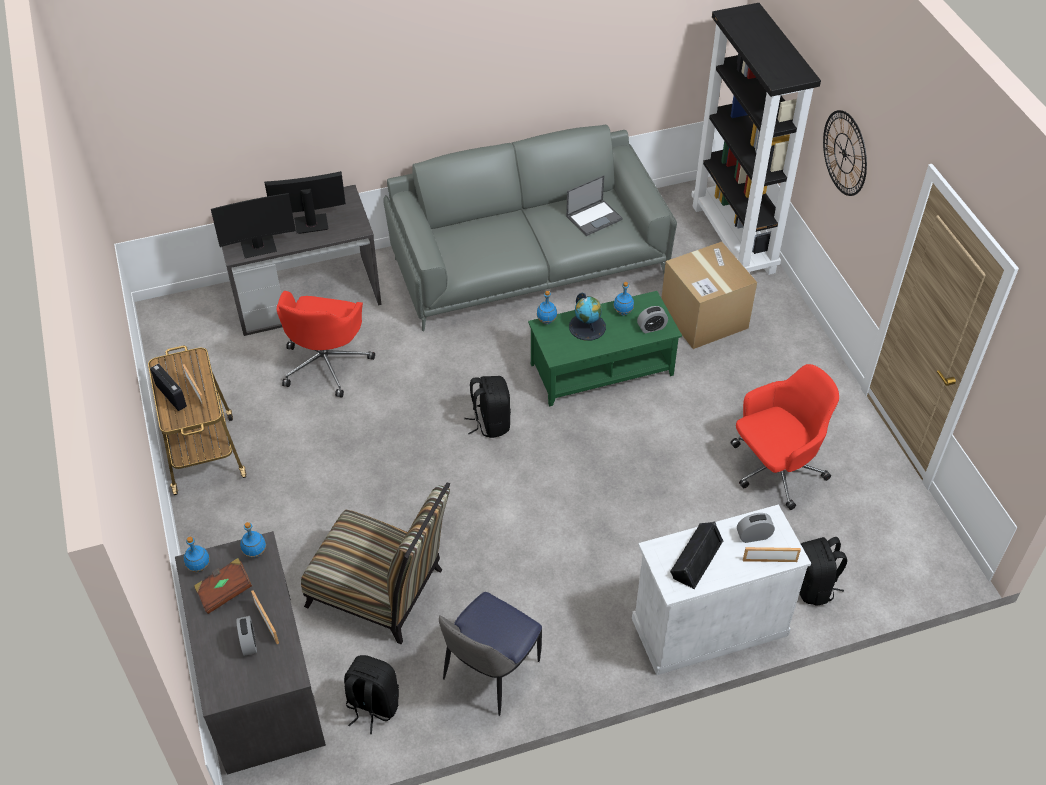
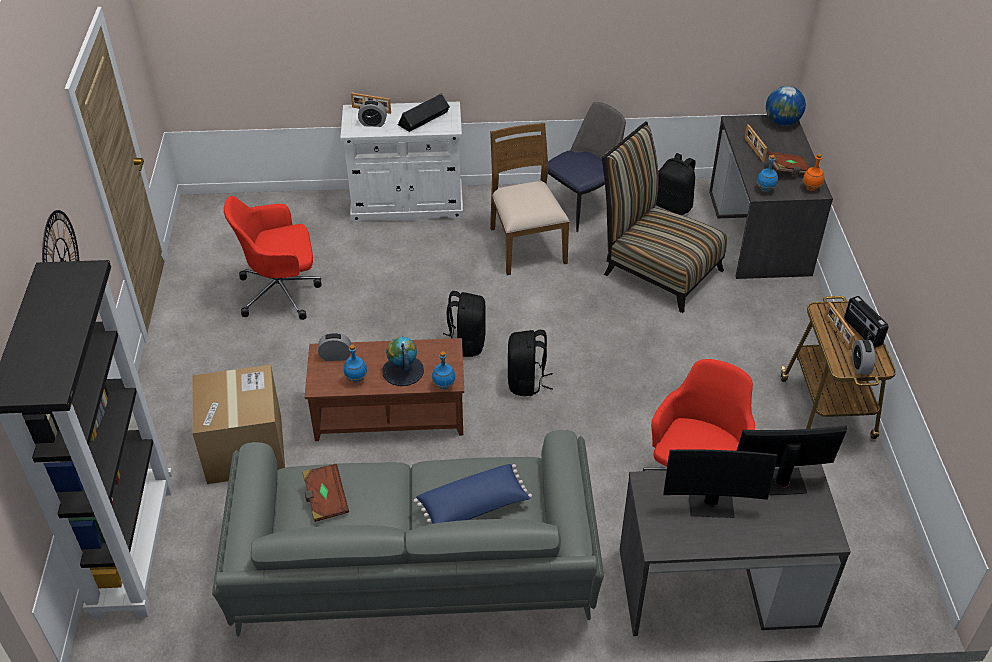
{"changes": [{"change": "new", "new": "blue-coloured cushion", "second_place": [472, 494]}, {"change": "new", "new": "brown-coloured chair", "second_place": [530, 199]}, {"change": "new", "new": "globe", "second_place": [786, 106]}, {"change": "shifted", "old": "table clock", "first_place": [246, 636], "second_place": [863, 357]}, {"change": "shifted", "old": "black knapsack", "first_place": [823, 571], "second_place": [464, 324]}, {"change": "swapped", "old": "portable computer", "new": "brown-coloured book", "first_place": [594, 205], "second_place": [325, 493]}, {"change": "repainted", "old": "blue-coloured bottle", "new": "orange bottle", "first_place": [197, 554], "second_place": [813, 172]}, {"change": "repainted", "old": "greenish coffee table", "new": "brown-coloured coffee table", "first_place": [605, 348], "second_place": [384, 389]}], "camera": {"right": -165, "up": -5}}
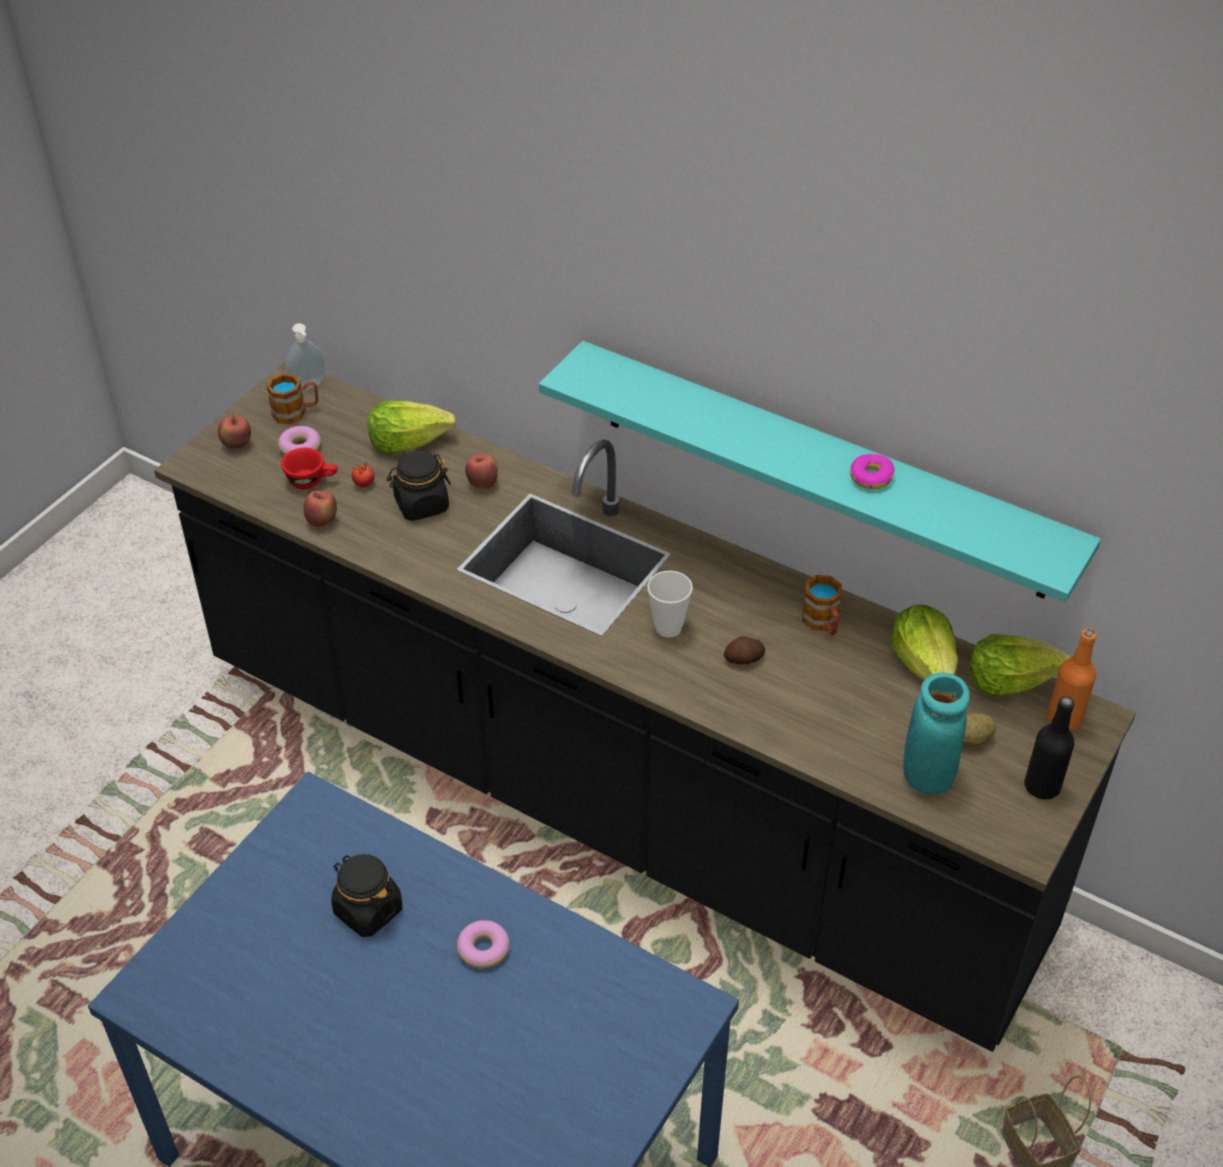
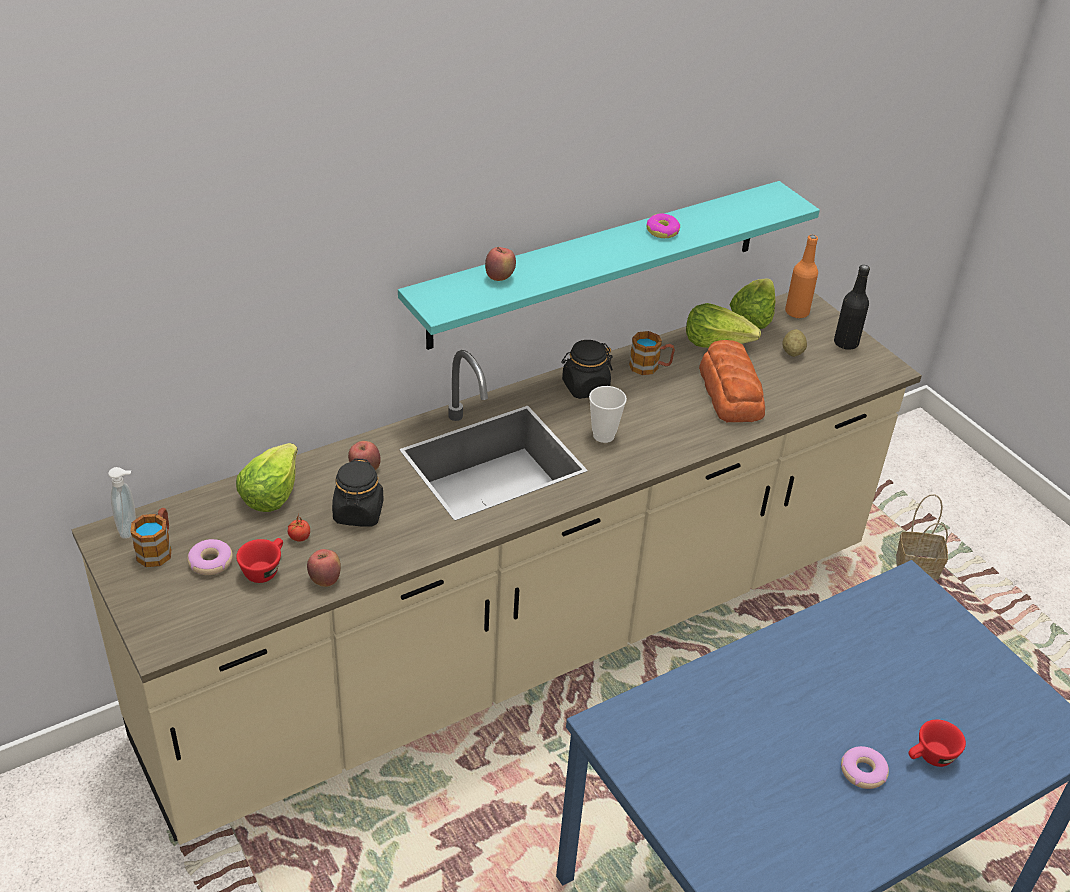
{"changes": [{"change": "gone", "old": "potato", "first_place": [744, 650]}, {"change": "gone", "old": "blue-green decorative vase", "first_place": [936, 733]}, {"change": "new", "new": "bakery bread", "second_place": [732, 381]}, {"change": "new", "new": "red cup", "second_place": [937, 743]}, {"change": "shifted", "old": "apple fruit", "first_place": [234, 432], "second_place": [500, 264]}, {"change": "shifted", "old": "black storage jar", "first_place": [366, 895], "second_place": [587, 369]}, {"change": "shifted", "old": "doughnut", "first_place": [483, 944], "second_place": [865, 767]}, {"change": "repainted", "old": "black counter", "new": "sand-coloured counter", "first_place": [645, 706], "second_place": [496, 568]}], "camera": {"right": -65, "up": -5}}
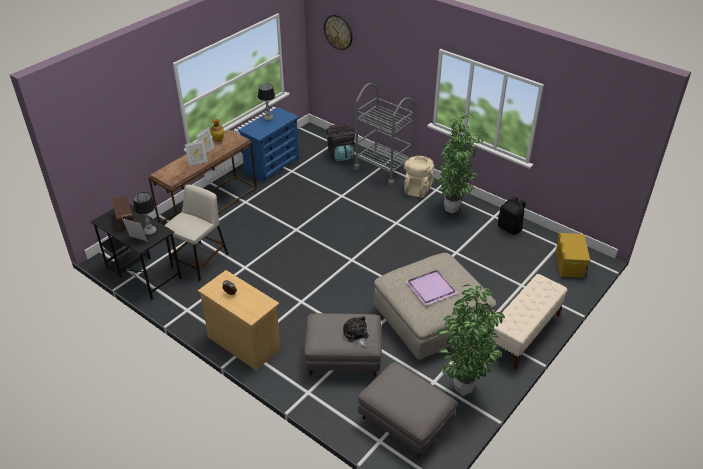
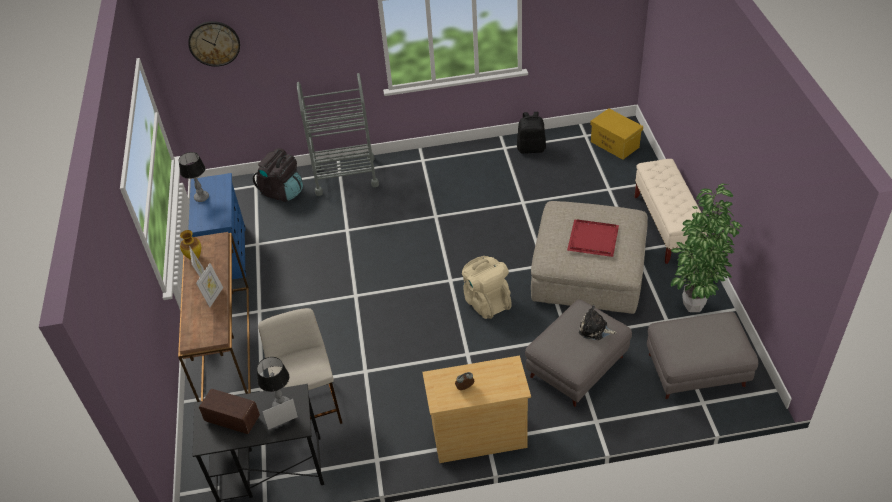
{"changes": [{"change": "gone", "old": "potted plant", "first_place": [460, 162]}, {"change": "shifted", "old": "sand-coloured knapsack", "first_place": [419, 177], "second_place": [487, 287]}, {"change": "repainted", "old": "purple serving tray", "new": "red serving tray", "first_place": [431, 288], "second_place": [593, 238]}], "camera": {"right": -45, "up": 5}}
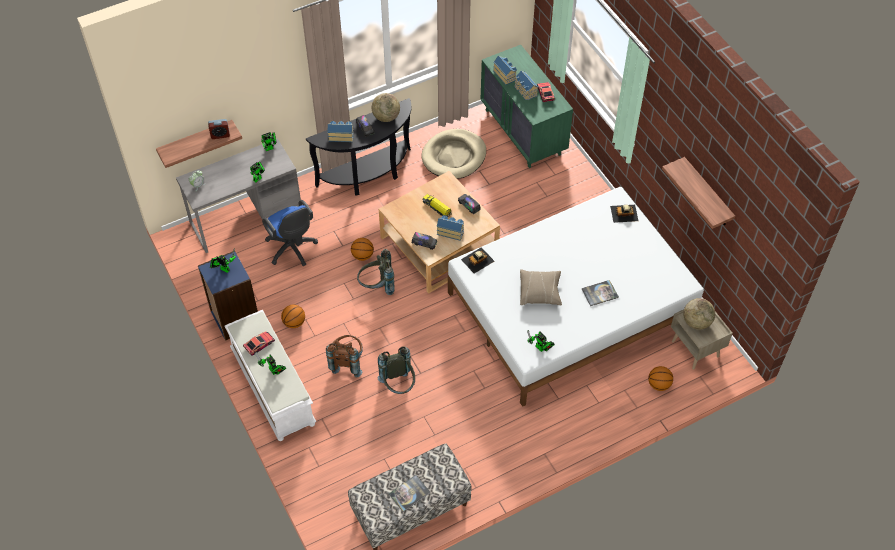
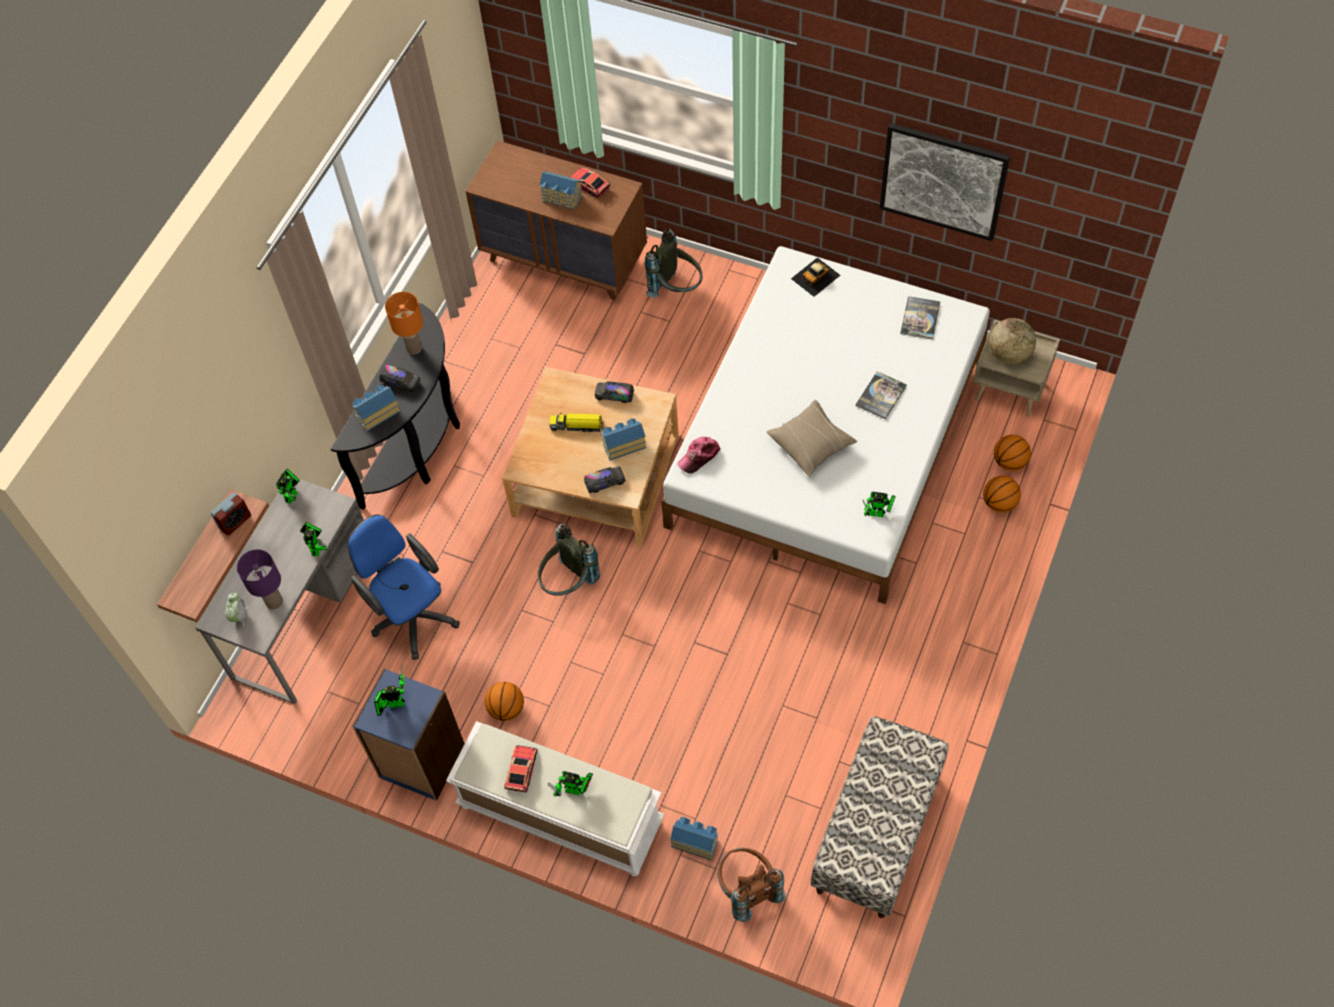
{"changes": [{"change": "gone", "old": "sand-coloured dog cushion", "first_place": [453, 154]}, {"change": "new", "new": "purple tabletop lamp", "second_place": [260, 579]}, {"change": "shifted", "old": "brown-coloured knapsack", "first_place": [344, 356], "second_place": [751, 885]}, {"change": "shifted", "old": "basketball", "first_place": [362, 249], "second_place": [1002, 494]}, {"change": "shifted", "old": "grey knapsack", "first_place": [396, 370], "second_place": [673, 263]}, {"change": "shifted", "old": "book", "first_place": [409, 493], "second_place": [920, 317]}, {"change": "shifted", "old": "miniature house", "first_place": [505, 70], "second_place": [694, 838]}, {"change": "swapped", "old": "globe", "new": "orange tabletop lamp", "first_place": [386, 107], "second_place": [404, 323]}, {"change": "swapped", "old": "toy car", "new": "baseball cap", "first_place": [477, 260], "second_place": [698, 455]}, {"change": "swapped", "old": "shelf", "new": "wall art", "first_place": [698, 193], "second_place": [944, 182]}, {"change": "repainted", "old": "greenish drawer chest", "new": "brown-coloured drawer chest", "first_place": [526, 106], "second_place": [556, 220]}, {"change": "rotated", "old": "blue-coloured office chair", "first_place": [290, 233], "second_place": [404, 587], "degrees": -150}], "camera": {"right": -35, "up": 5}}
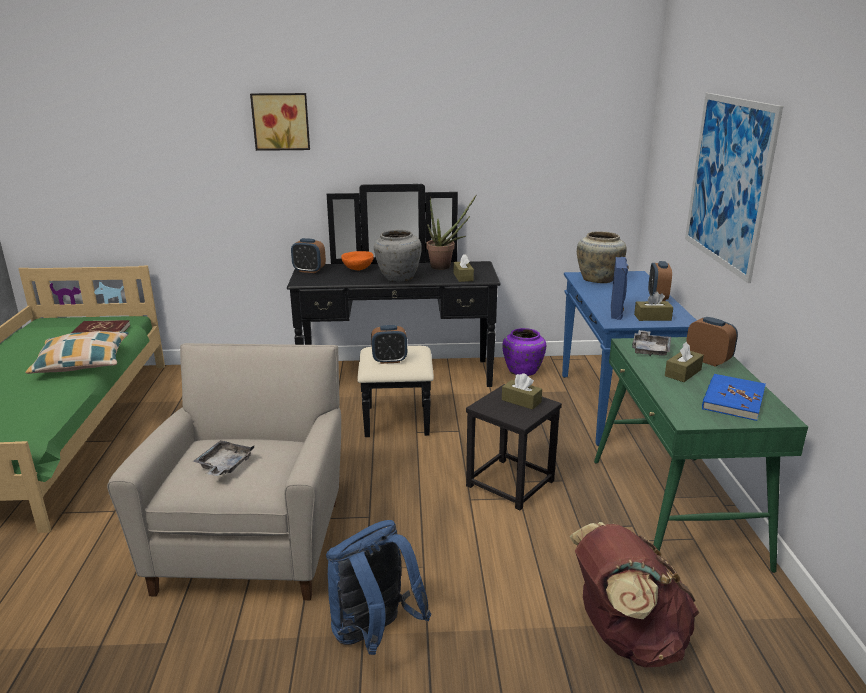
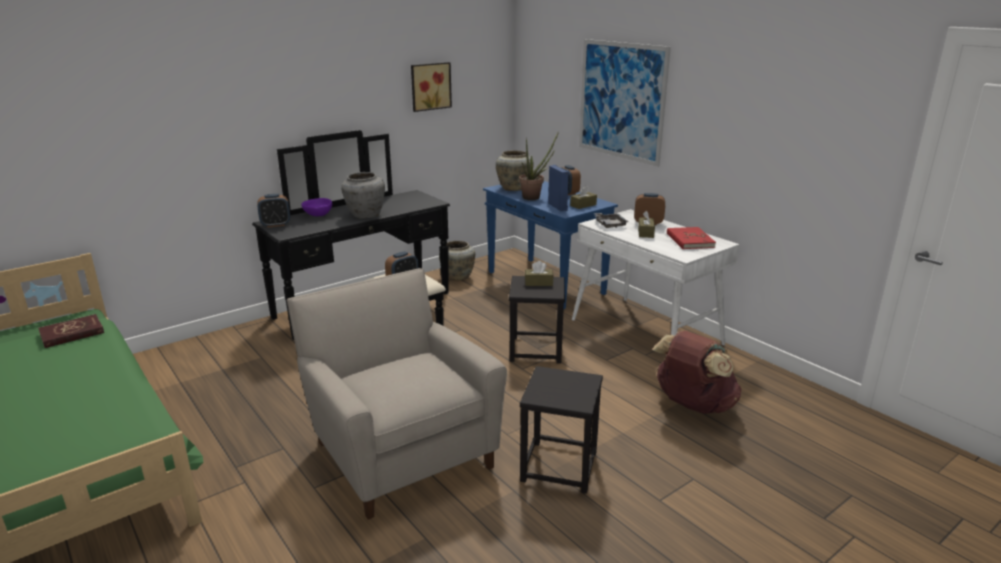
{"changes": [{"change": "gone", "old": "cushion", "first_place": [77, 352]}, {"change": "gone", "old": "grey serving tray", "first_place": [223, 458]}, {"change": "gone", "old": "brown-coloured box of tissues", "first_place": [463, 268]}, {"change": "shifted", "old": "wall art", "first_place": [280, 122], "second_place": [431, 87]}, {"change": "shifted", "old": "potted plant", "first_place": [451, 232], "second_place": [539, 165]}, {"change": "swapped", "old": "blue-coloured knapsack", "new": "black sitting stool", "first_place": [378, 587], "second_place": [561, 430]}, {"change": "repainted", "old": "orange bowl", "new": "purple bowl", "first_place": [357, 260], "second_place": [316, 207]}, {"change": "repainted", "old": "purple decorative vase", "new": "sand-coloured decorative vase", "first_place": [524, 352], "second_place": [457, 260]}, {"change": "repainted", "old": "greenish desk table", "new": "whitish desk table", "first_place": [701, 455], "second_place": [656, 277]}, {"change": "repainted", "old": "blue-coloured book", "new": "red book", "first_place": [734, 397], "second_place": [691, 238]}], "camera": {"right": -35, "up": 0}}
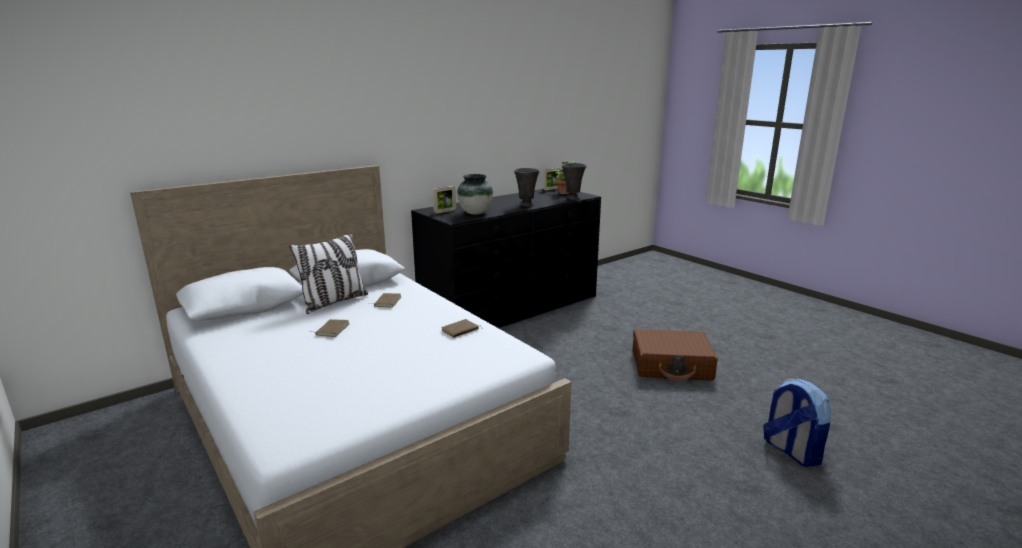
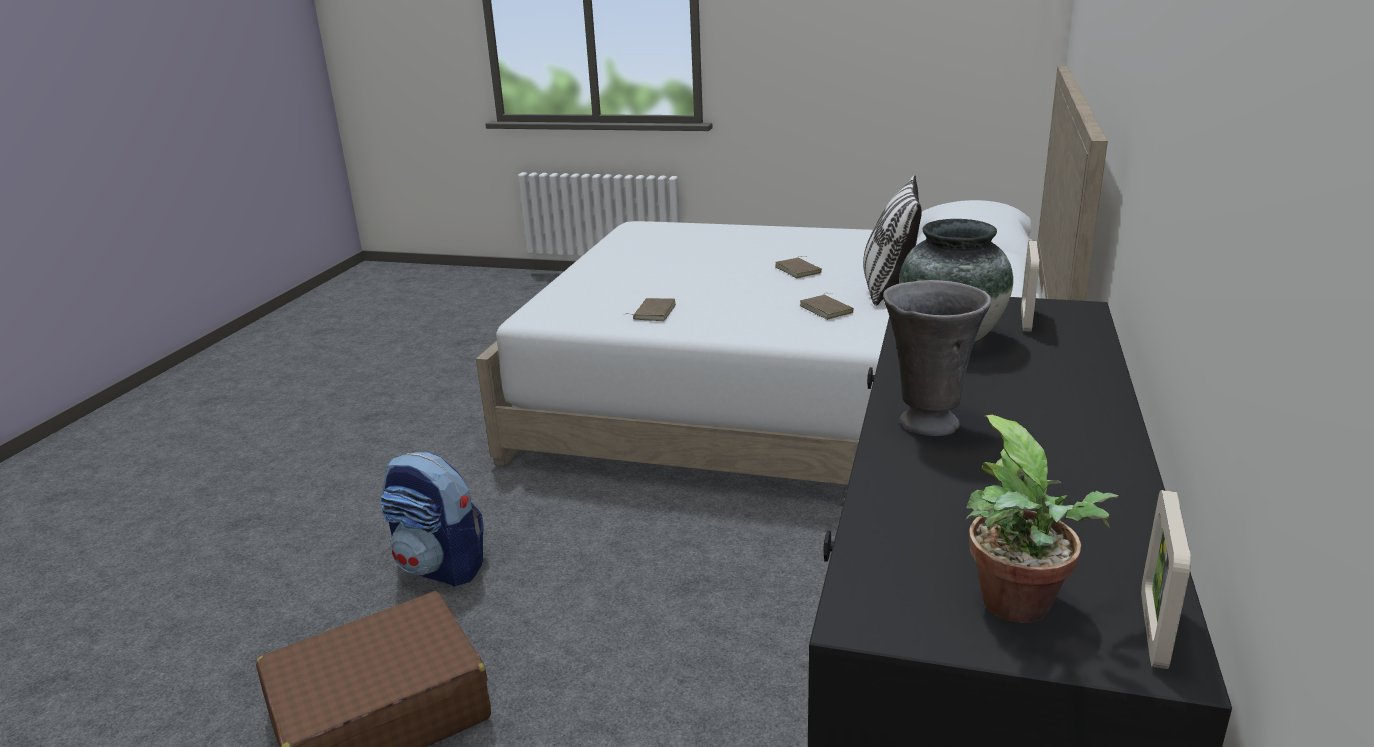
{"changes": [{"change": "gone", "old": "grey decorative vase", "first_place": [574, 181]}, {"change": "shifted", "old": "knapsack", "first_place": [797, 423], "second_place": [432, 519]}], "camera": {"right": 145, "up": 5}}
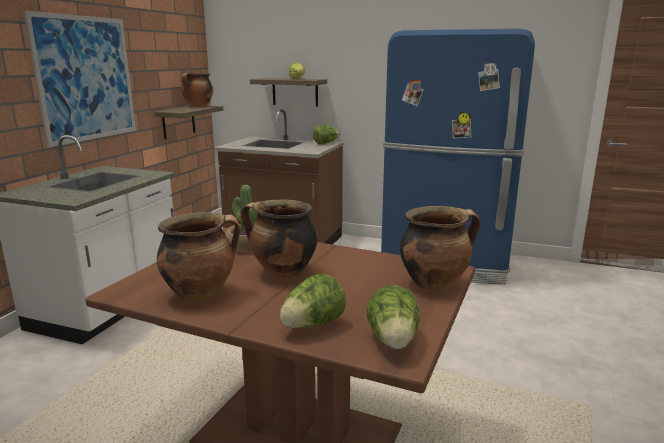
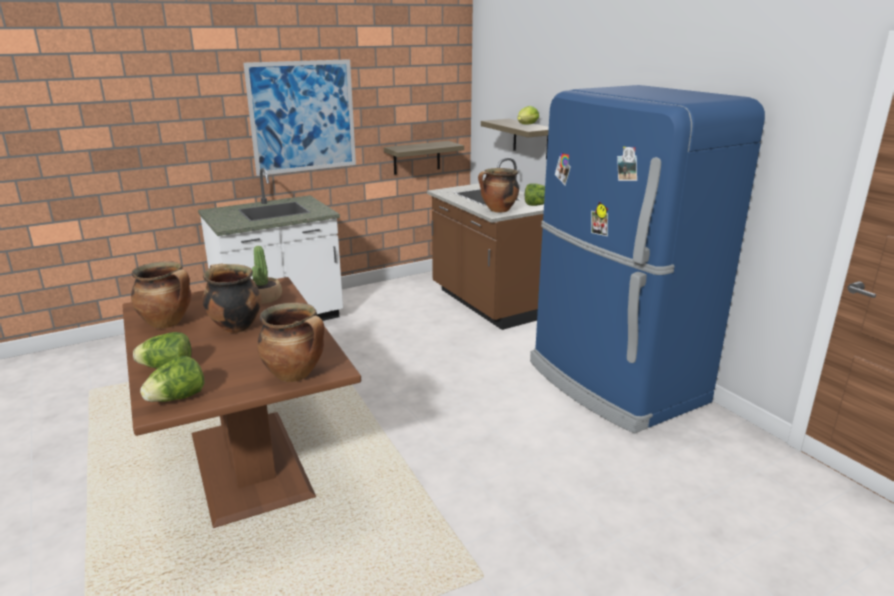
{"changes": [{"change": "shifted", "old": "saucepot", "first_place": [197, 90], "second_place": [498, 190]}], "camera": {"right": 40, "up": 5}}
